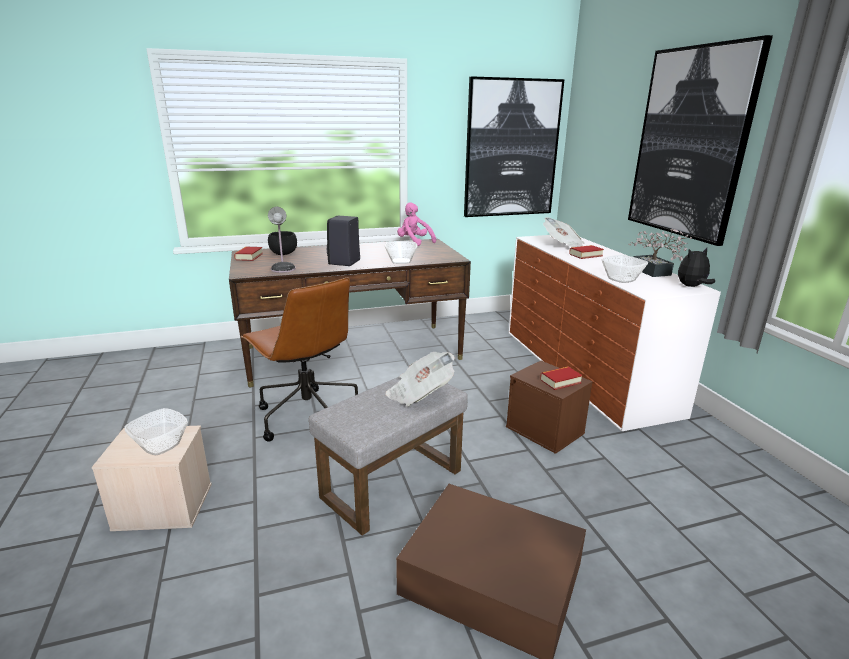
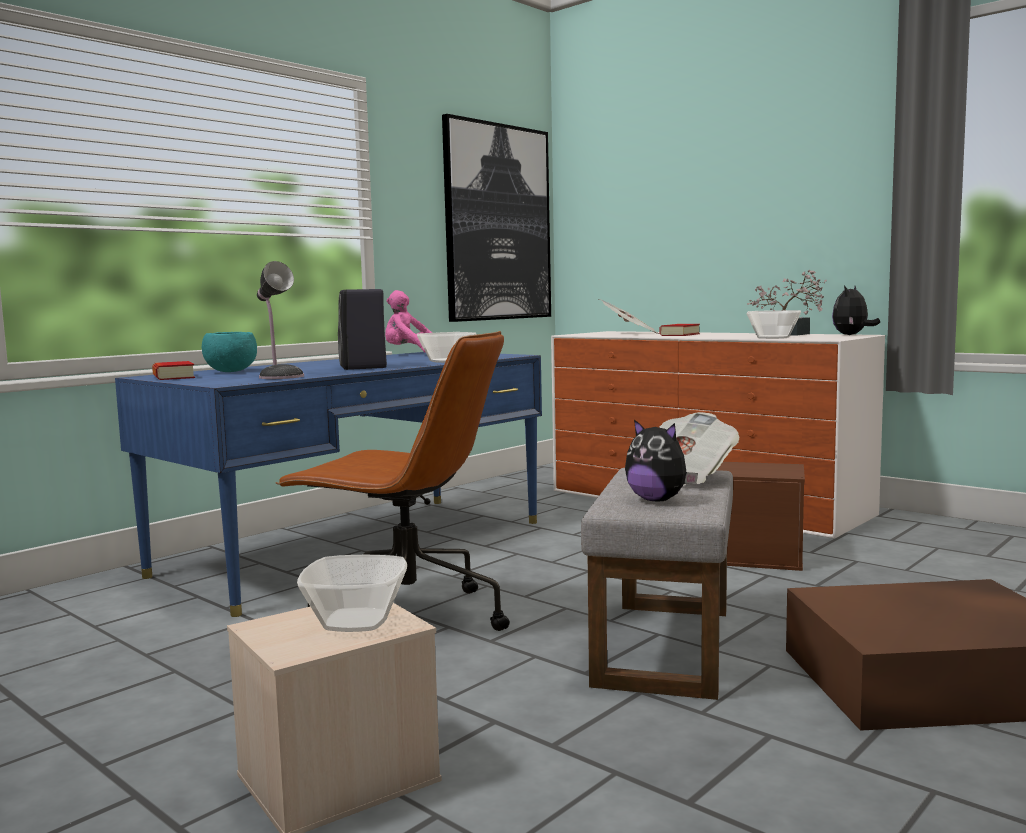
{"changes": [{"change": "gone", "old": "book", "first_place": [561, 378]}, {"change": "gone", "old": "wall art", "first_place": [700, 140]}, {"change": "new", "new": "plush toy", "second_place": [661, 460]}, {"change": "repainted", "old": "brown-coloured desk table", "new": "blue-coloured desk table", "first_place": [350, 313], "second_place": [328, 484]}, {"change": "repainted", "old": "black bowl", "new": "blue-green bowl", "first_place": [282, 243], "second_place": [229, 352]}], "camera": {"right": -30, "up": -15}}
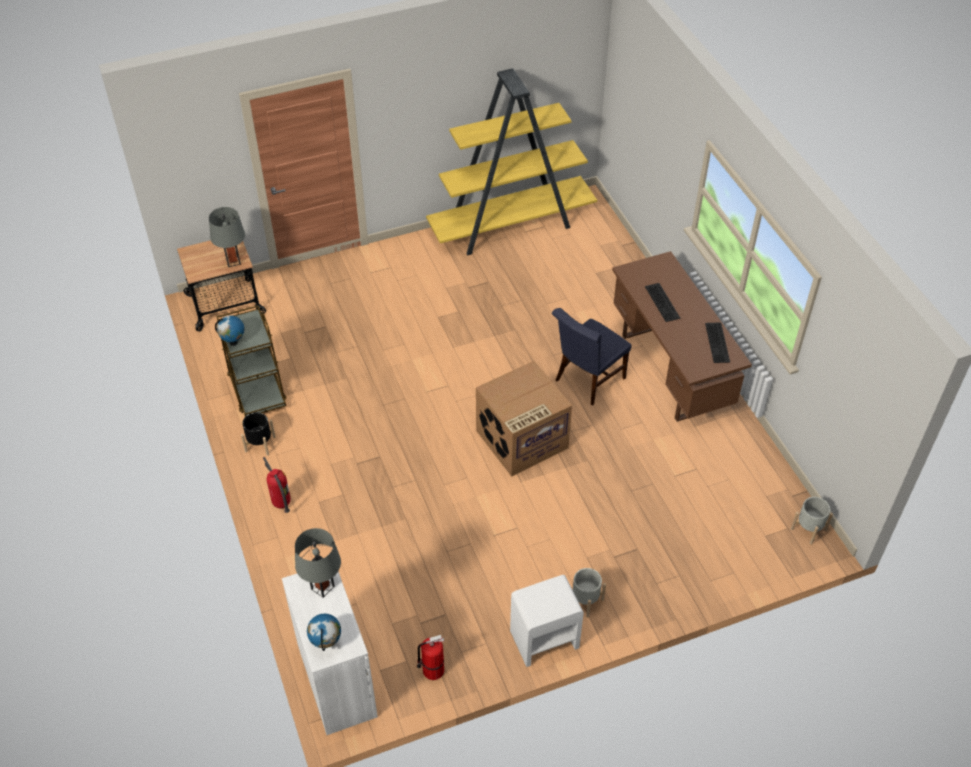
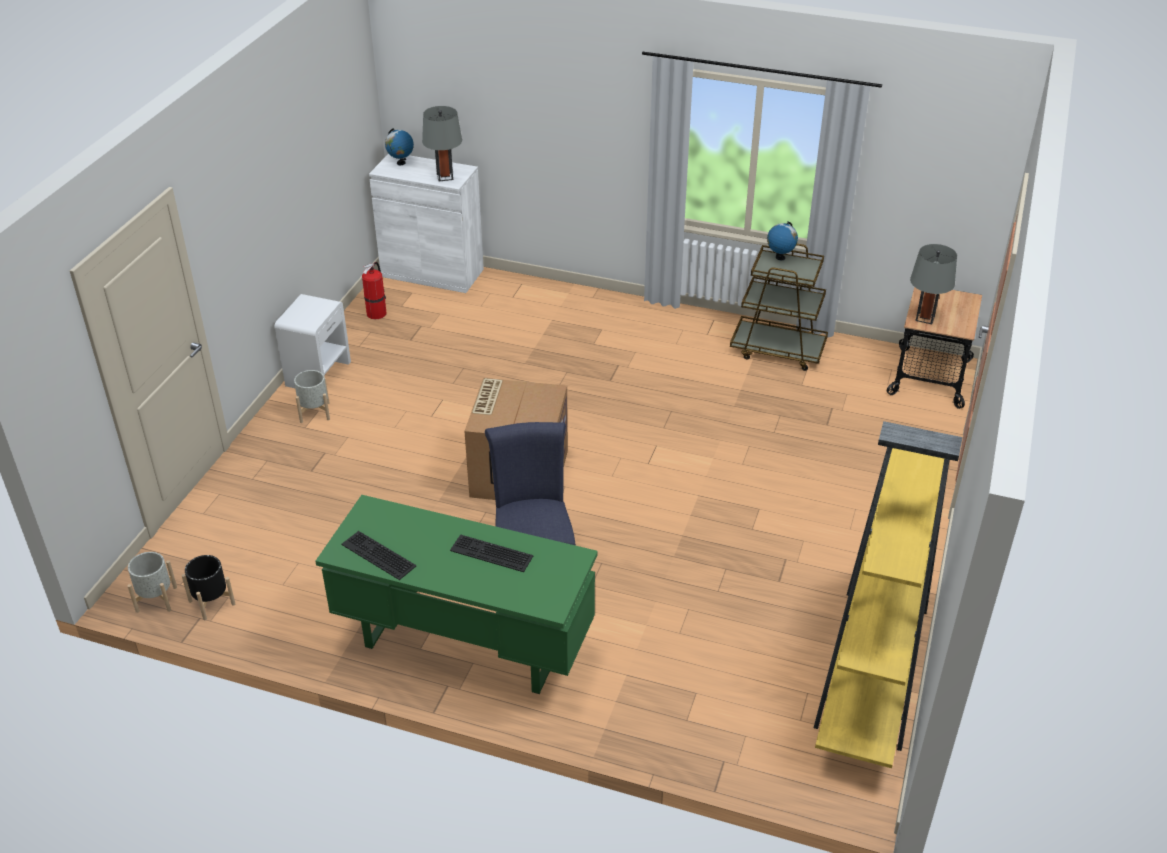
{"changes": [{"change": "gone", "old": "fire extinguisher", "first_place": [277, 485]}, {"change": "shifted", "old": "black plant pot", "first_place": [258, 434], "second_place": [208, 588]}, {"change": "repainted", "old": "brown-coloured desk table", "new": "greenish desk table", "first_place": [682, 336], "second_place": [456, 594]}], "camera": {"right": 130, "up": -10}}
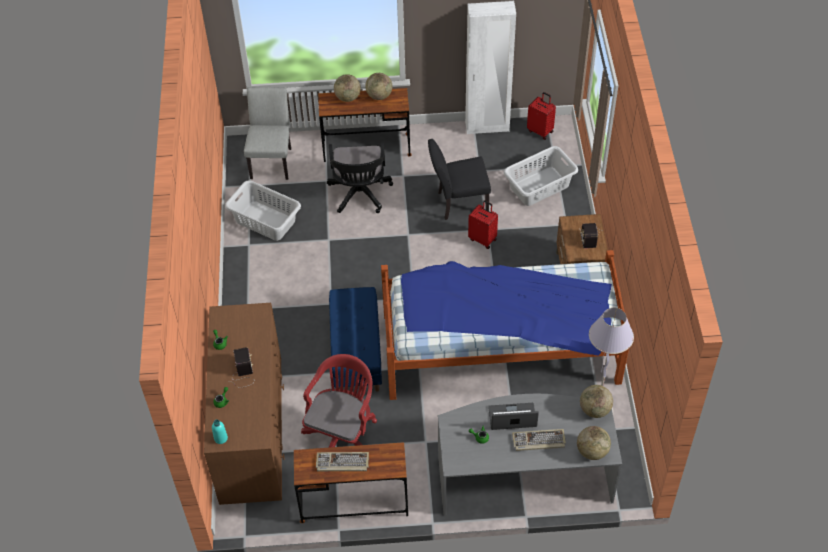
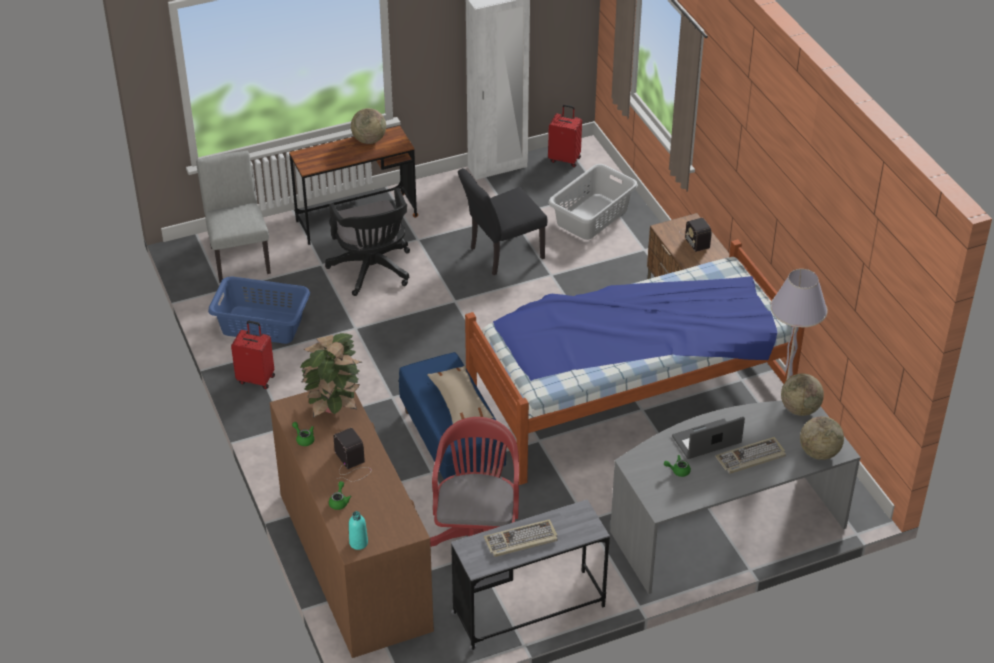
{"changes": [{"change": "gone", "old": "globe", "first_place": [347, 88]}, {"change": "new", "new": "potted plant", "second_place": [331, 375]}, {"change": "new", "new": "sand-coloured cushion", "second_place": [460, 395]}, {"change": "shifted", "old": "red piece of luggage", "first_place": [483, 224], "second_place": [253, 355]}, {"change": "repainted", "old": "grey washing basket", "new": "blue-coloured washing basket", "first_place": [263, 210], "second_place": [259, 310]}, {"change": "repainted", "old": "brown-coloured desk table", "new": "grey desk table", "first_place": [351, 482], "second_place": [530, 575]}], "camera": {"right": -20, "up": -10}}
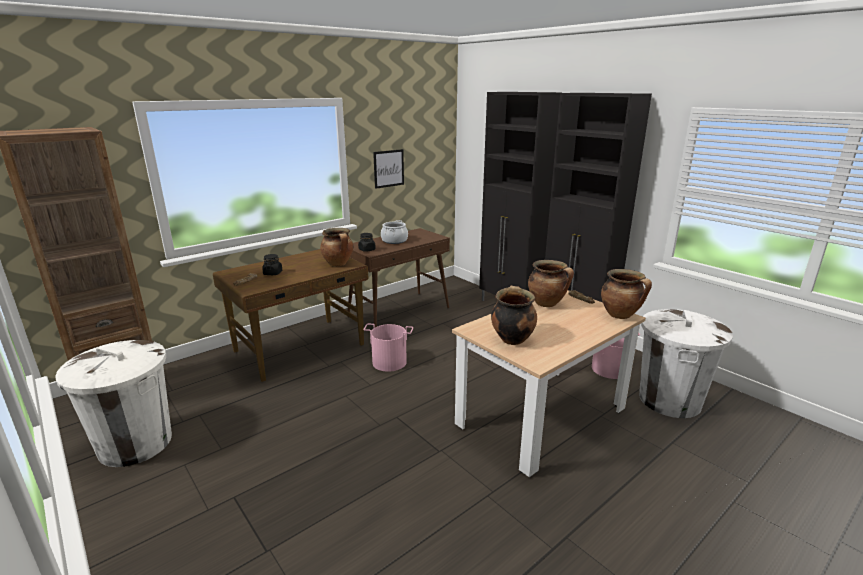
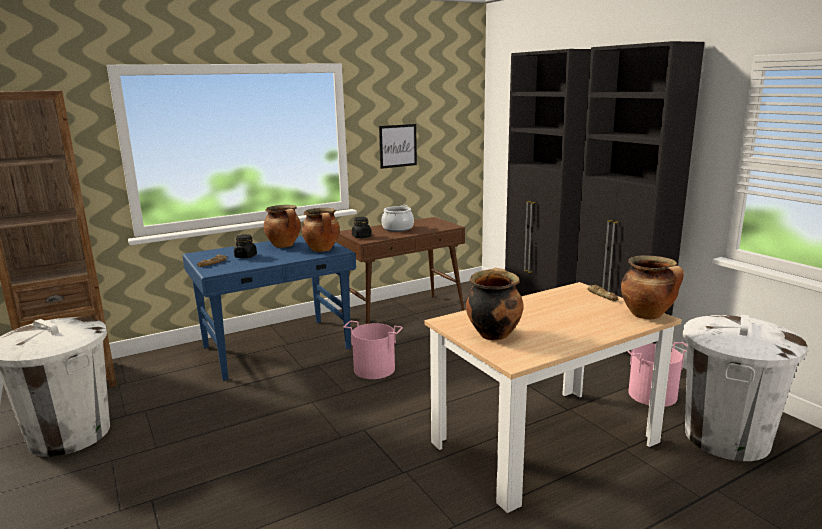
{"changes": [{"change": "shifted", "old": "saucepot", "first_place": [551, 283], "second_place": [282, 226]}, {"change": "repainted", "old": "brown-coloured desk table", "new": "blue-coloured desk table", "first_place": [290, 315], "second_place": [269, 308]}], "camera": {"right": 10, "up": -5}}
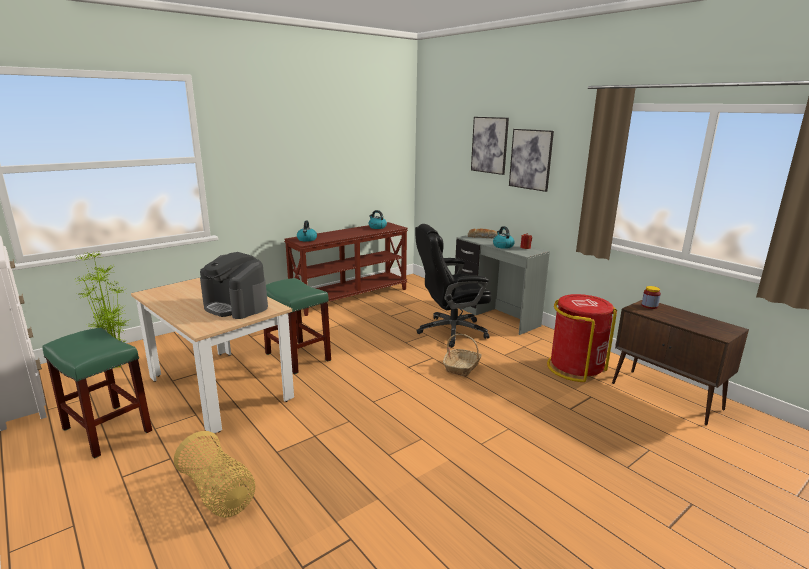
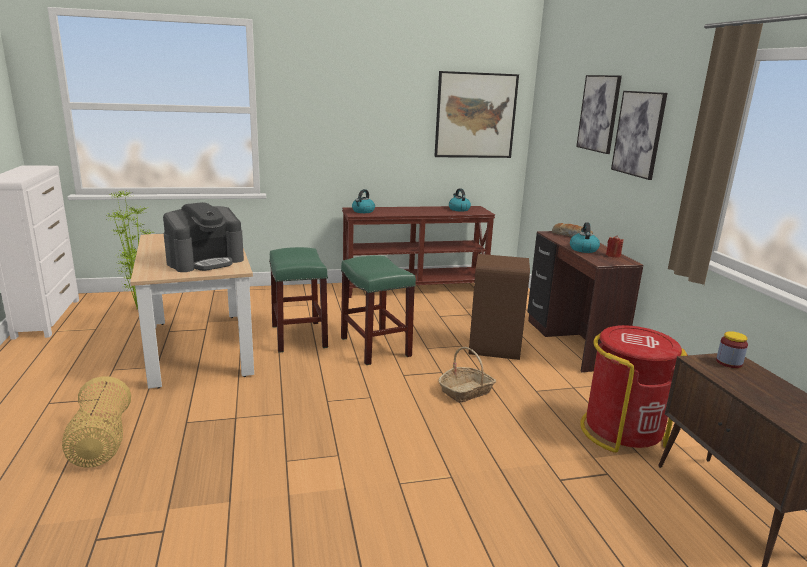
{"changes": [{"change": "new", "new": "wall art", "second_place": [476, 114]}, {"change": "shifted", "old": "greenish sitting stool", "first_place": [97, 393], "second_place": [378, 310]}, {"change": "swapped", "old": "black office chair", "new": "brown-coloured rubbish bin", "first_place": [453, 285], "second_place": [499, 307]}, {"change": "repainted", "old": "grey desk table", "new": "brown-coloured desk table", "first_place": [502, 285], "second_place": [585, 302]}, {"change": "rotated", "old": "coffee brewer", "first_place": [234, 285], "second_place": [203, 237], "degrees": -105}], "camera": {"right": 25, "up": 0}}
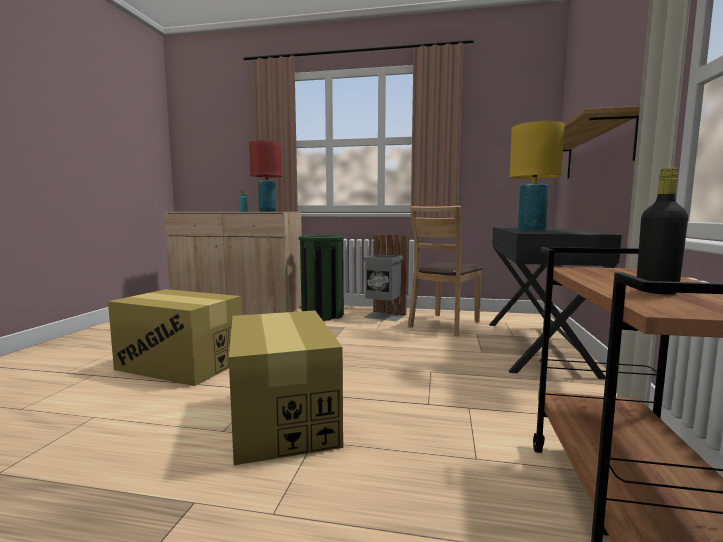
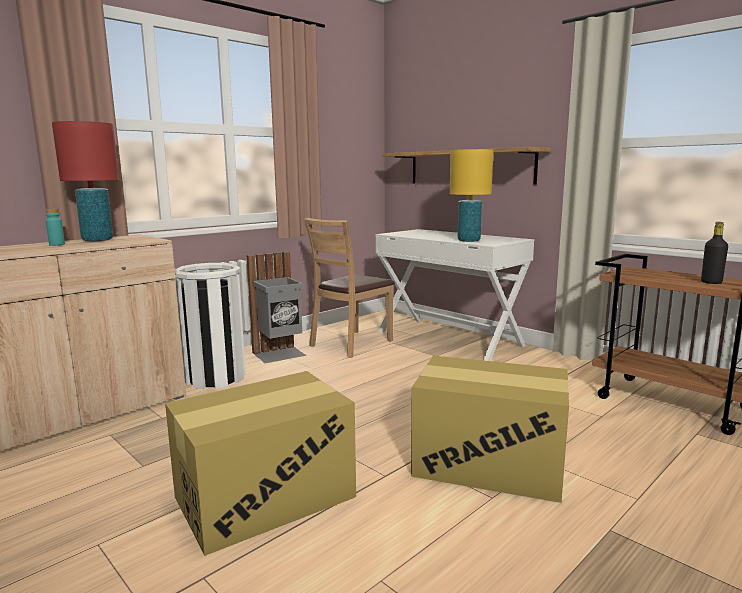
{"changes": [{"change": "repainted", "old": "greenish rubbish bin", "new": "whitish rubbish bin", "first_place": [321, 277], "second_place": [210, 326]}, {"change": "repainted", "old": "black desk table", "new": "whitish desk table", "first_place": [555, 303], "second_place": [455, 295]}, {"change": "rotated", "old": "brown-coloured chair", "first_place": [445, 271], "second_place": [349, 288], "degrees": 60}], "camera": {"right": -55, "up": 5}}
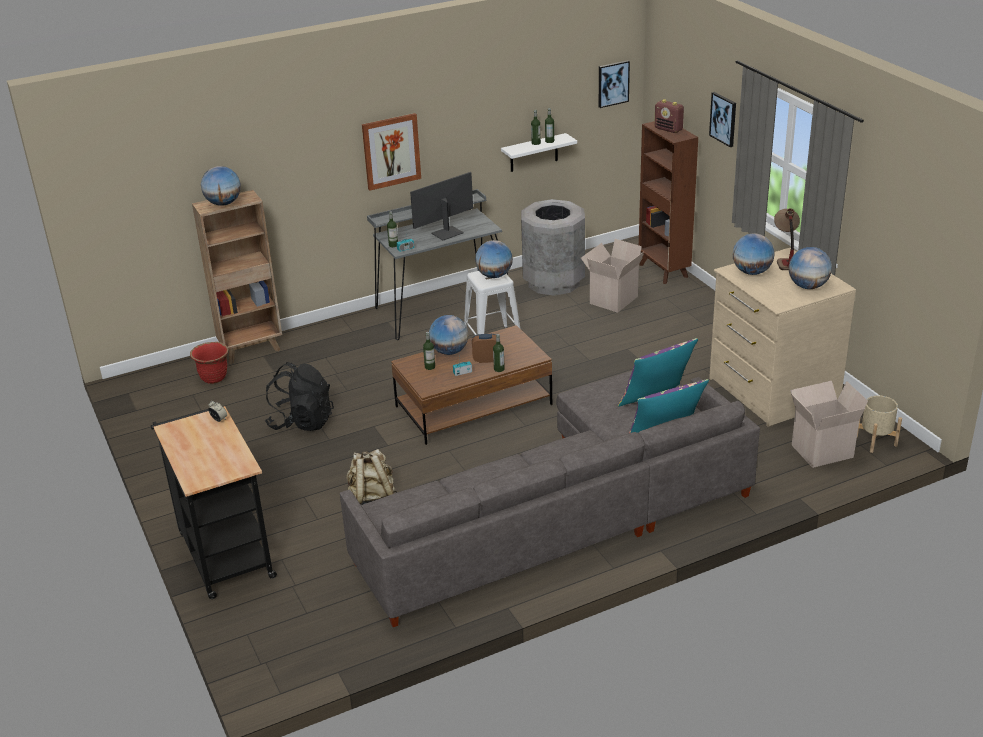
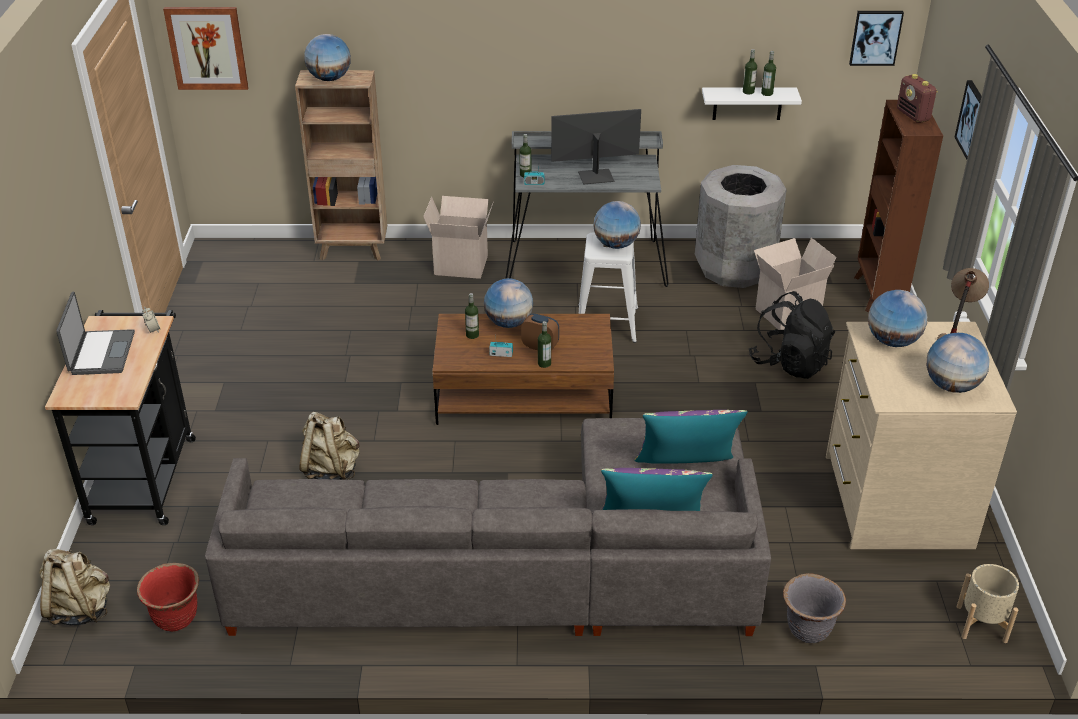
{"changes": [{"change": "new", "new": "sand-coloured knapsack", "second_place": [74, 587]}, {"change": "new", "new": "portable computer", "second_place": [95, 333]}, {"change": "new", "new": "grey plant pot", "second_place": [814, 608]}, {"change": "shifted", "old": "red plant pot", "first_place": [209, 363], "second_place": [168, 597]}, {"change": "shifted", "old": "black knapsack", "first_place": [299, 396], "second_place": [792, 335]}, {"change": "shifted", "old": "wall art", "first_place": [391, 152], "second_place": [206, 48]}, {"change": "shifted", "old": "packing box", "first_place": [829, 424], "second_place": [458, 237]}], "camera": {"right": 25, "up": 5}}
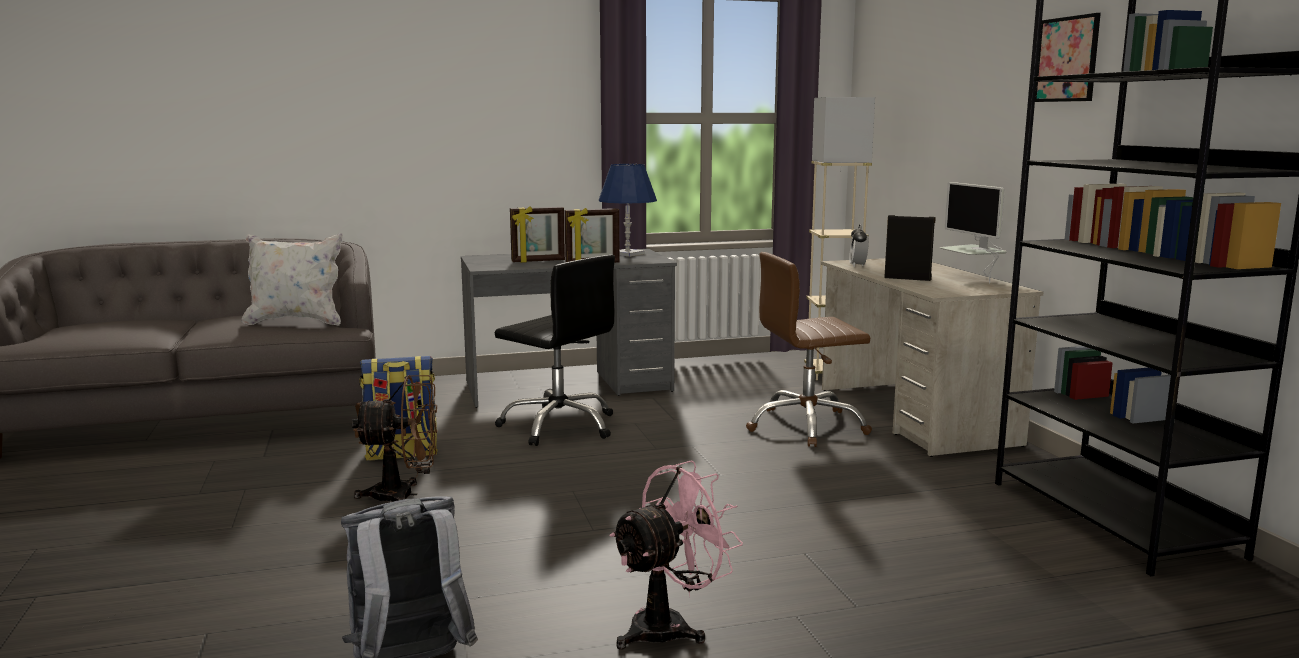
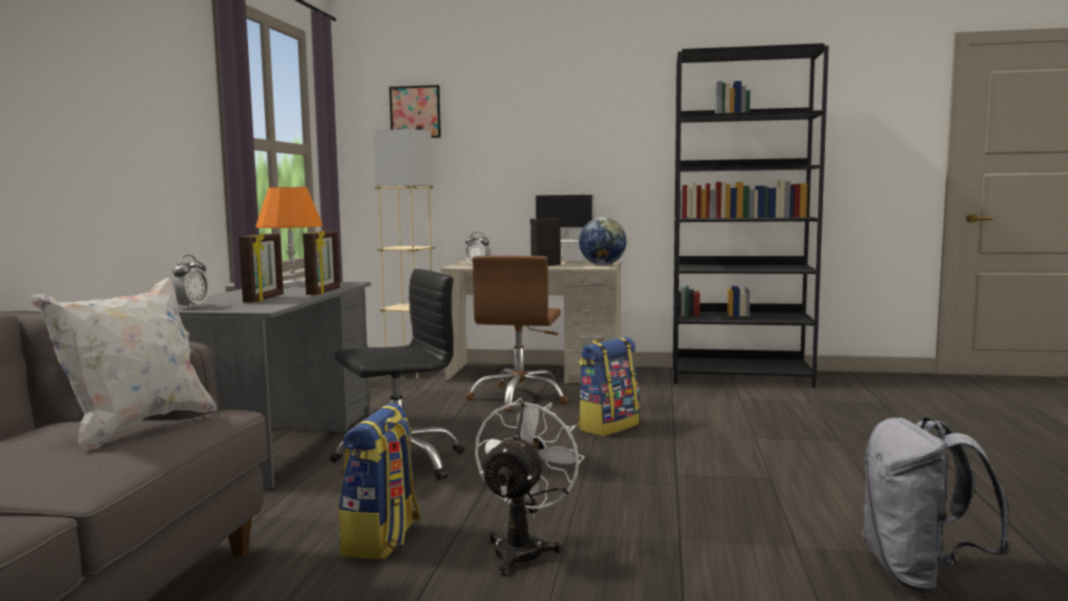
{"changes": [{"change": "gone", "old": "pink-coloured fan", "first_place": [676, 555]}, {"change": "new", "new": "table clock", "second_place": [190, 282]}, {"change": "new", "new": "knapsack", "second_place": [608, 386]}, {"change": "new", "new": "globe", "second_place": [602, 241]}, {"change": "shifted", "old": "wall art", "first_place": [1068, 57], "second_place": [415, 111]}, {"change": "repainted", "old": "brown-coloured fan", "new": "whitish fan", "first_place": [395, 438], "second_place": [529, 487]}, {"change": "repainted", "old": "blue-coloured tabletop lamp", "new": "orange tabletop lamp", "first_place": [628, 210], "second_place": [289, 237]}], "camera": {"right": -65, "up": -5}}
